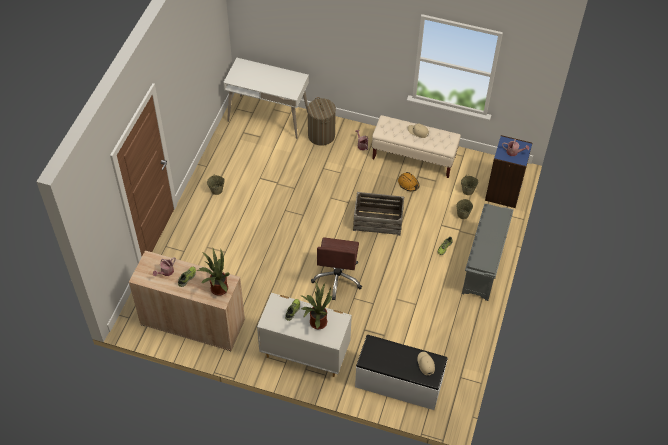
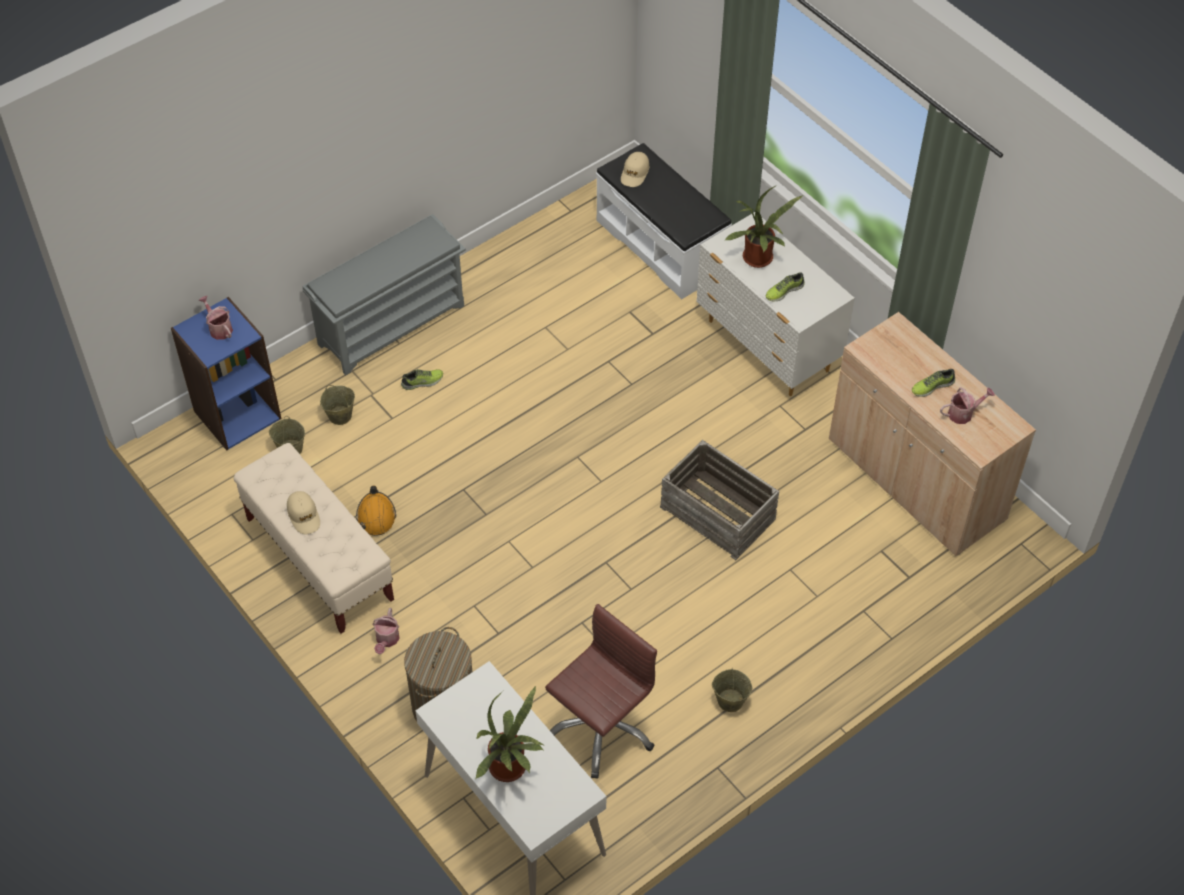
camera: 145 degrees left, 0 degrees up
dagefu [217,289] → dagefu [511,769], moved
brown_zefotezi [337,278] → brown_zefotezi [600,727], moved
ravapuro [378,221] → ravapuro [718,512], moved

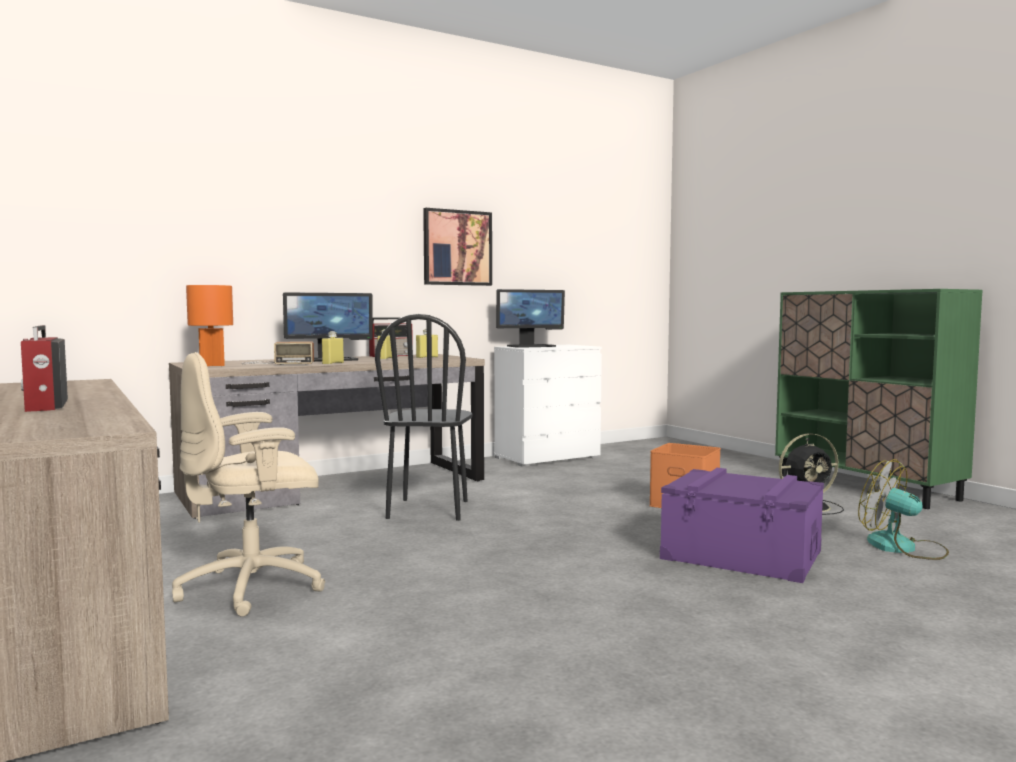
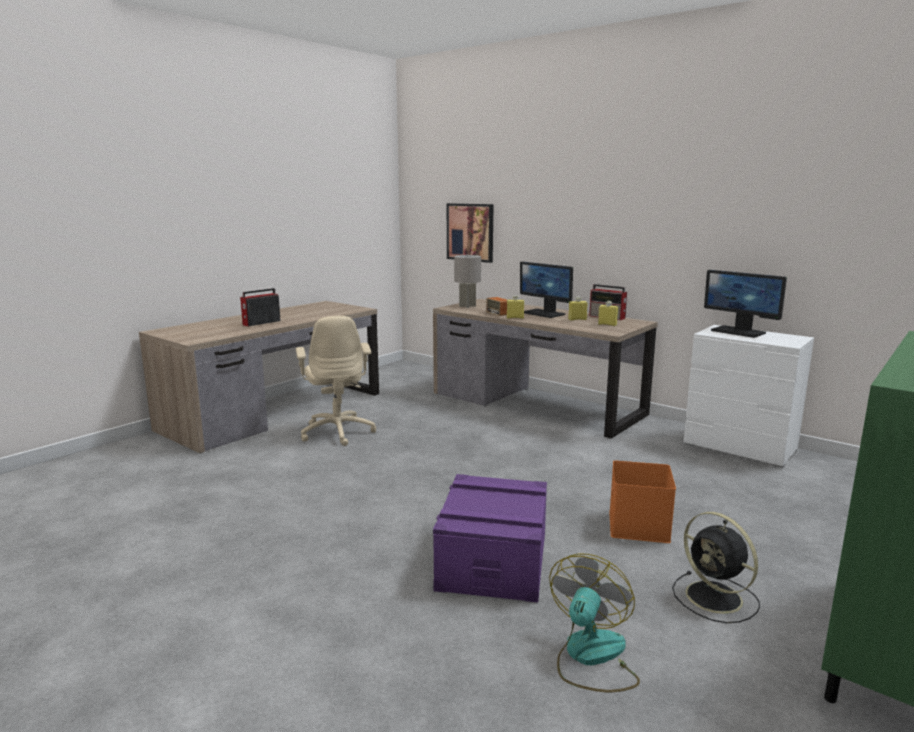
camera: 70 degrees right, 10 degrees up
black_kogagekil [429,509] → -
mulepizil [457,248] → mulepizil [470,232], moved
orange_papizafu [212,365] → grey_papizafu [467,306]
beige_zefotezi [254,588] → beige_zefotezi [338,432], 150 degrees counterclockwise

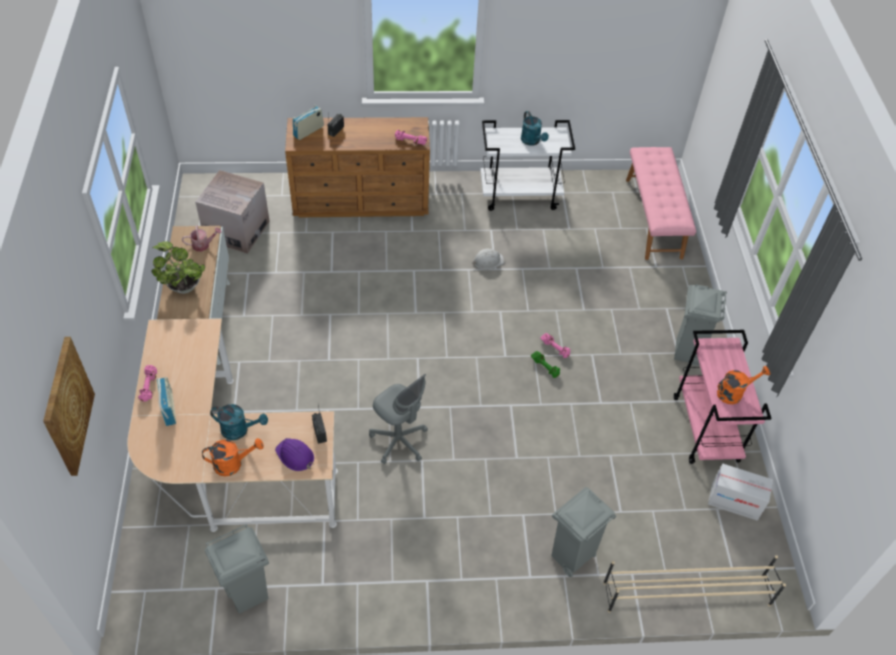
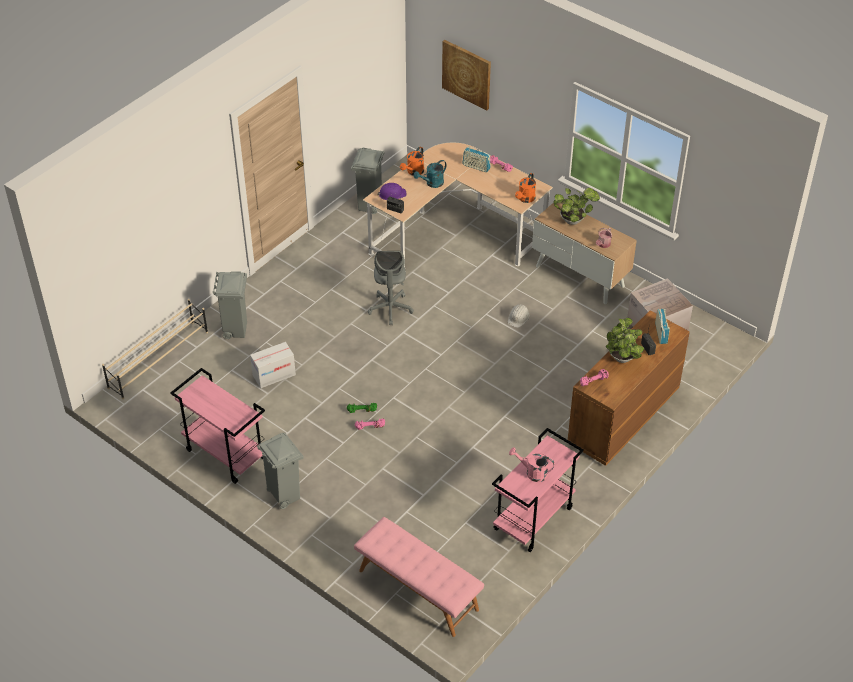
camera: 135 degrees right, 5 degrees down
- → dagefu [622,359]
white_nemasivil [488,261] → white_nemasivil [518,317], moved
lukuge [734,501] → lukuge [274,375], moved
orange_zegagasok [734,393] → orange_zegagasok [525,199], moved
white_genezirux [520,195] → pink_genezirux [533,519]
turquoise_zegagasok [532,141] → pink_zegagasok [532,473]
grey_zefotezi [399,441] → grey_zefotezi [390,309], 90 degrees counterclockwise

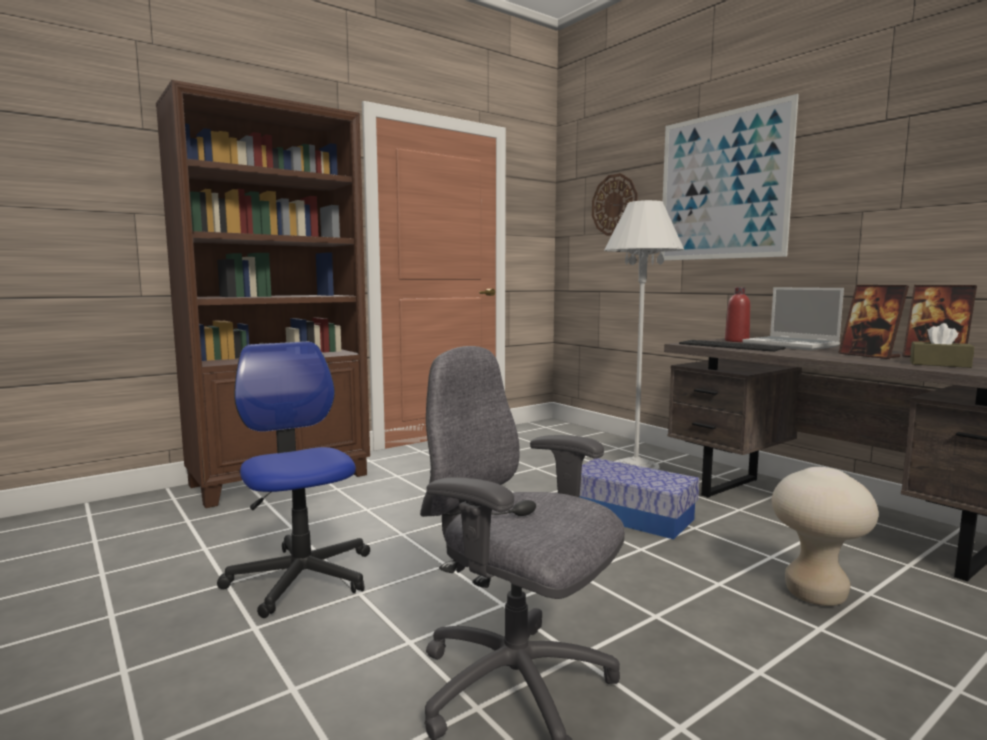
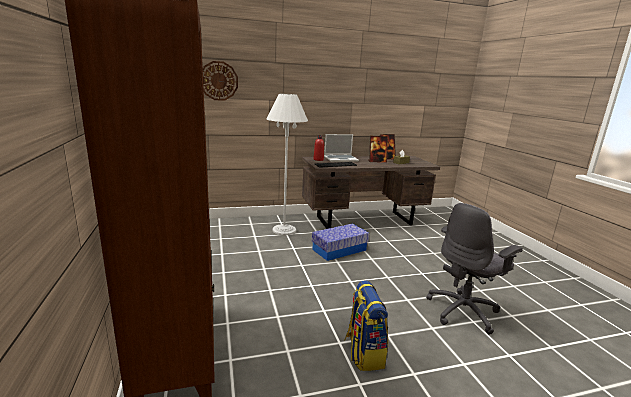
camera: 70 degrees left, 10 degrees up
mulepizil [722,186] → -
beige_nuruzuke [815,595] → -
zefotezi [301,577] → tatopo [363,352]

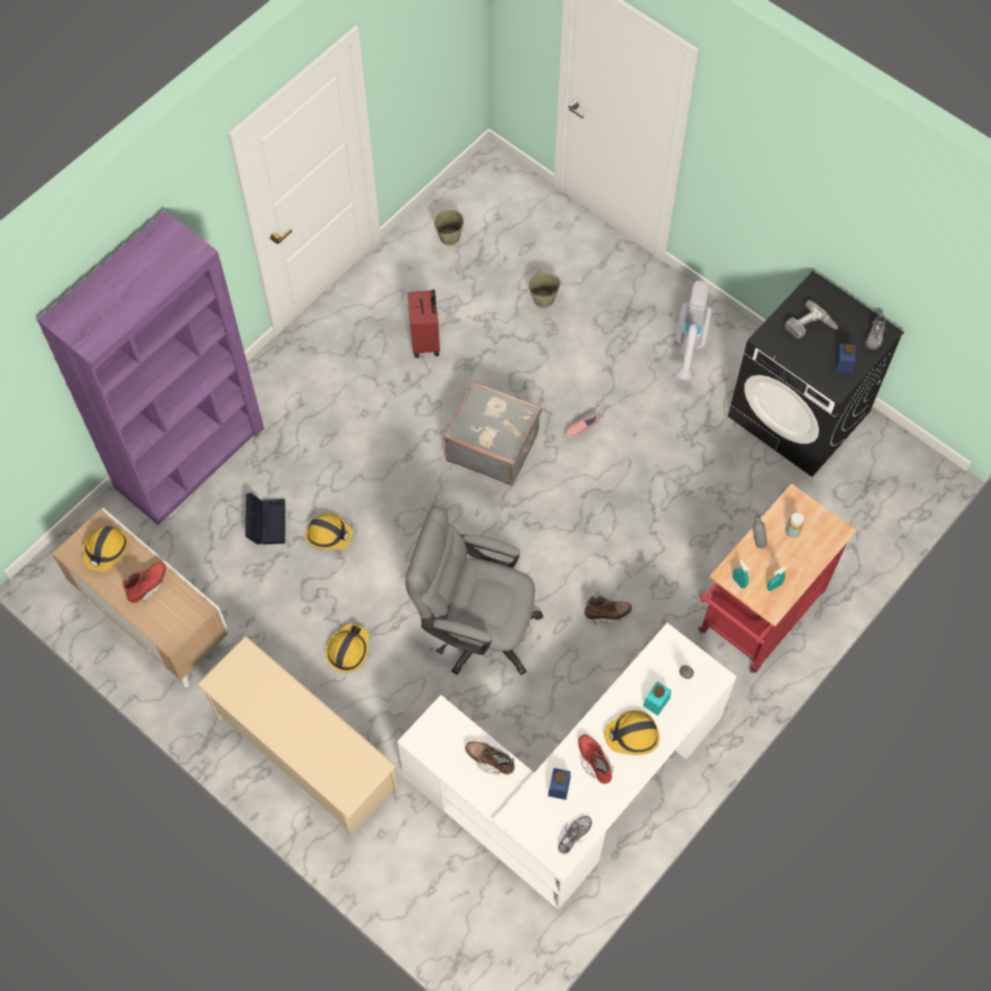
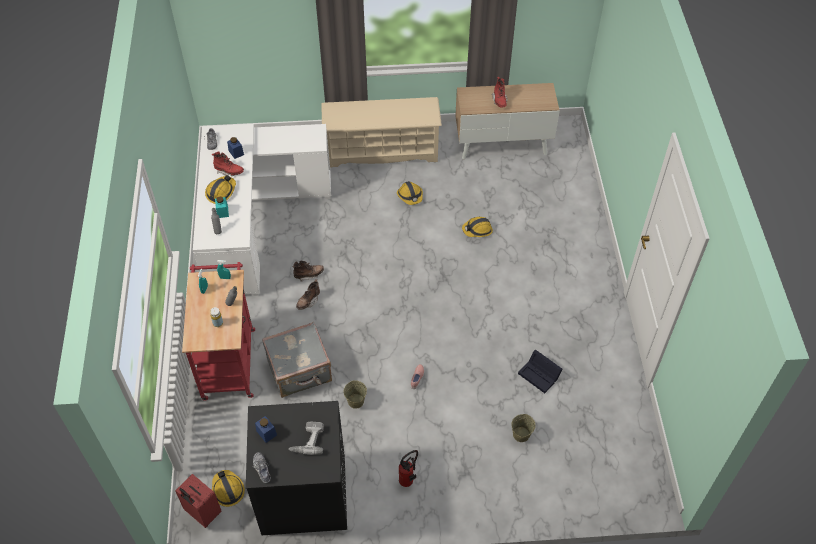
camera: 135 degrees right, 10 degrees down
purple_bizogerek [190,458] → -
grey_zefotezi [475,628] → -
nemasivil [106,550] → nemasivil [228,490], moved
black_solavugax [266,521] → black_solavugax [540,375], moved
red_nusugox [426,341] → red_nusugox [202,513], moved
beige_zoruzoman [450,236] → beige_zoruzoman [356,401], moved
grey_nusugox [492,445] → grey_nusugox [300,371], moved
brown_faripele [490,760] → brown_faripele [309,275], moved
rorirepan [690,346] → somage [408,481]

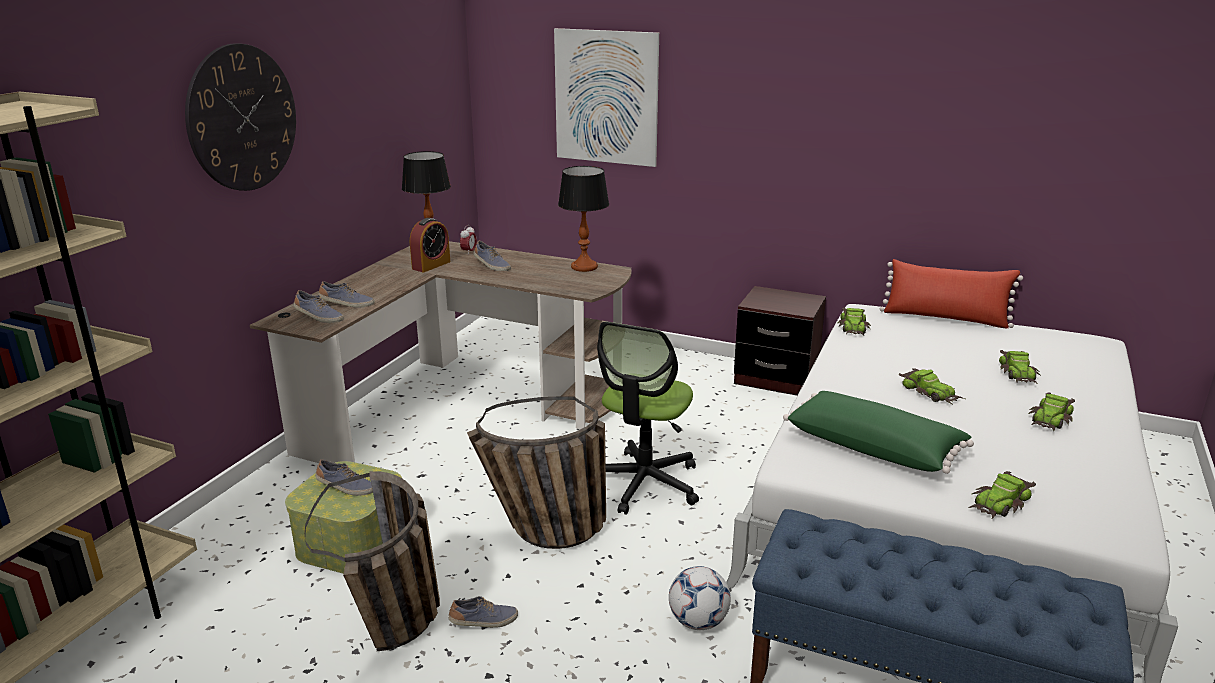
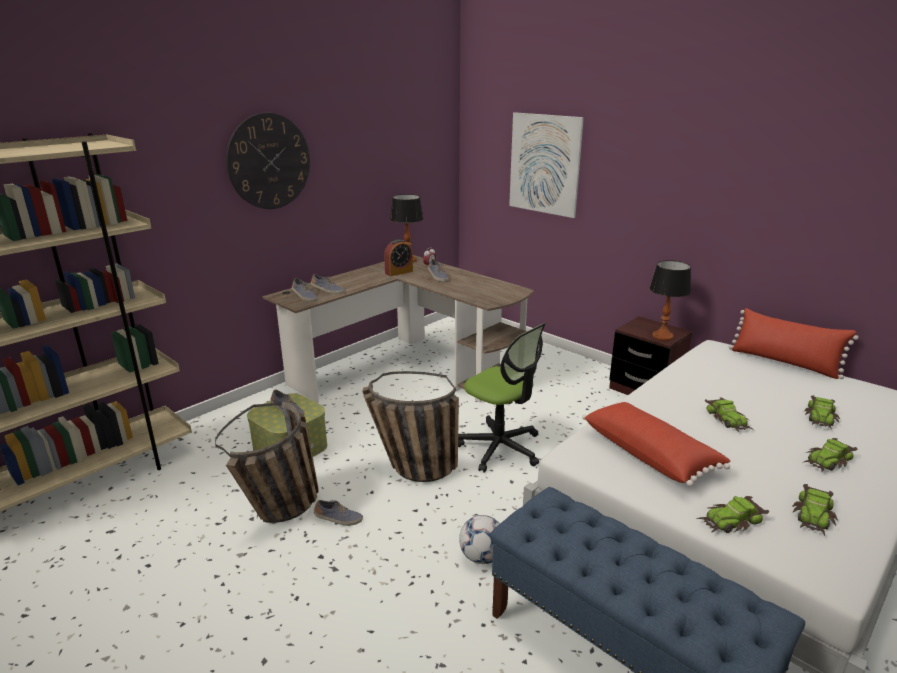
camera: 20 degrees right, 0 degrees up
papizafu [584,267] → papizafu [663,336], moved
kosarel [853,327] → kosarel [814,515], moved
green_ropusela [874,447] → red_ropusela [650,454]
zefotezi [643,483] → zefotezi [500,448], 90 degrees counterclockwise

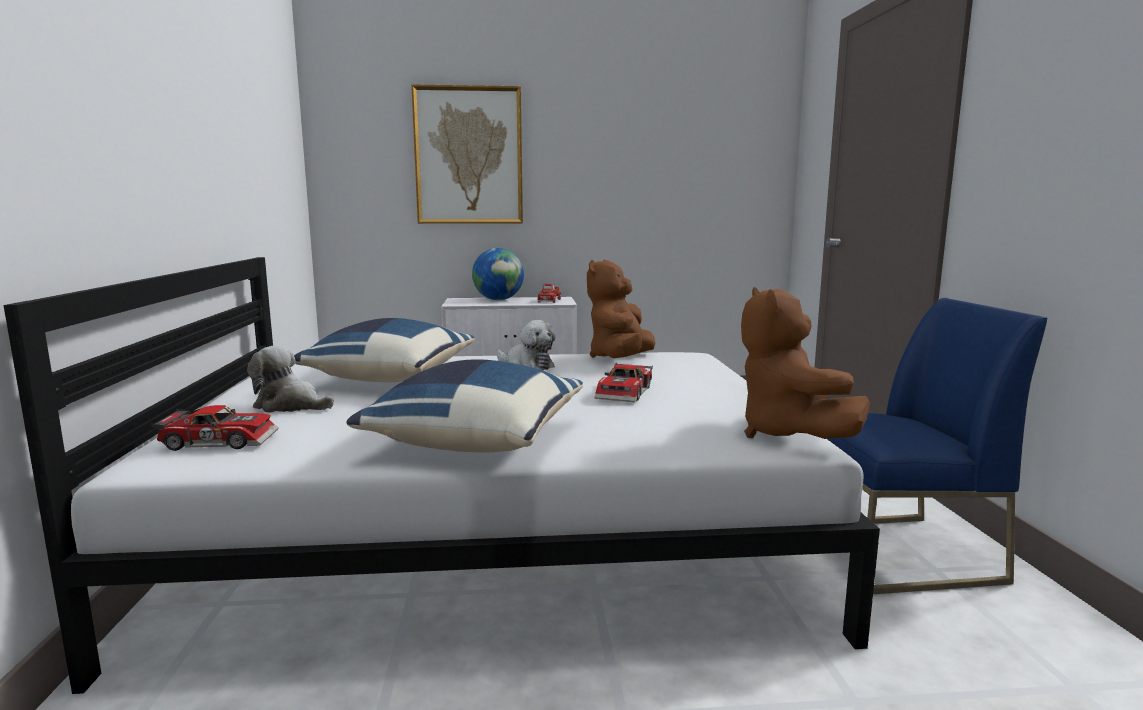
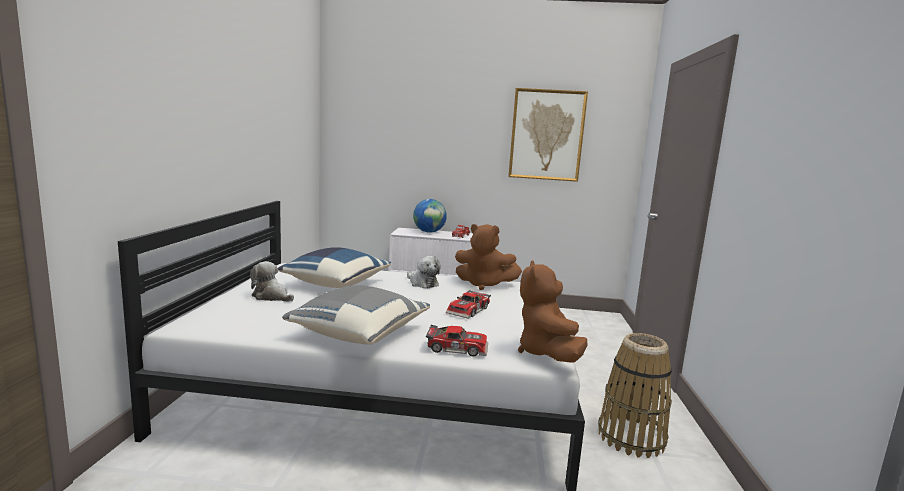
camera: 10 degrees right, 0 degrees up
kosarel [220,440] → kosarel [457,347], moved
mulepizil [468,156] → mulepizil [546,135], moved
blue_kogagekil [894,553] → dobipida [631,437]
blue_ropusela [475,441] → grey_ropusela [358,333]
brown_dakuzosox [620,359] → brown_dakuzosox [484,284], 105 degrees counterclockwise

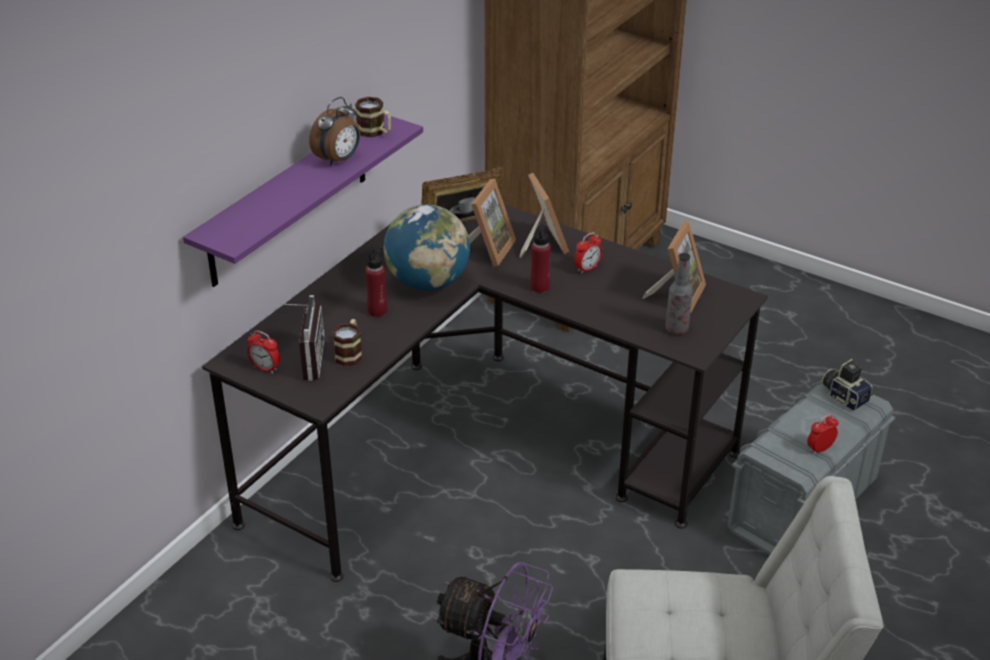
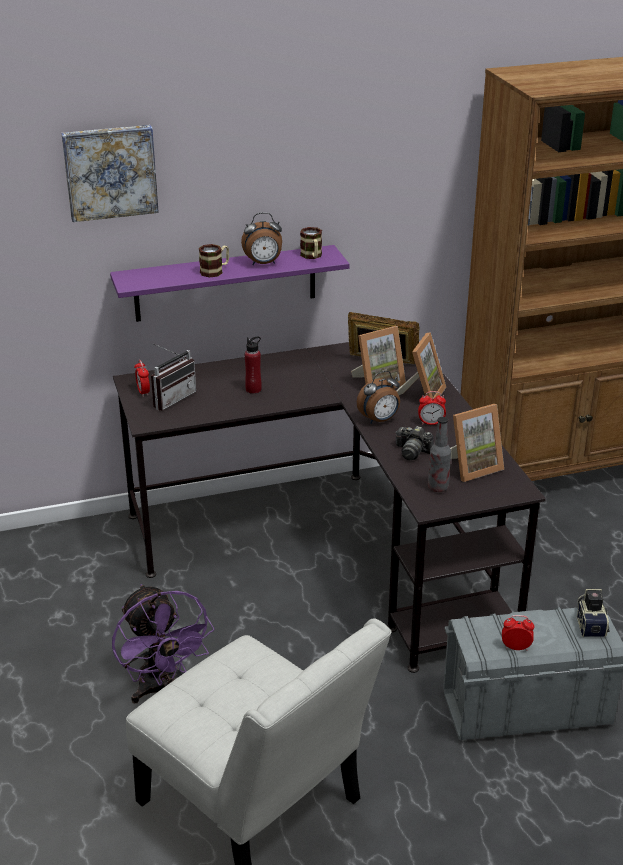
camera: 40 degrees right, 5 degrees down
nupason [428,283] → -
- → mulepizil [110,172]
- → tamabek [412,452]
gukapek [350,353] → gukapek [215,271], moved
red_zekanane [539,287] → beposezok [379,420]

